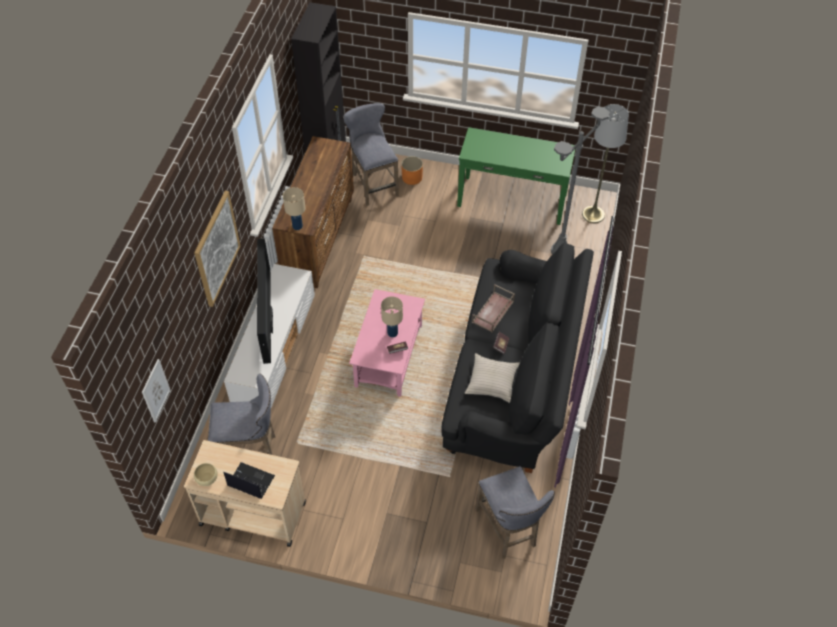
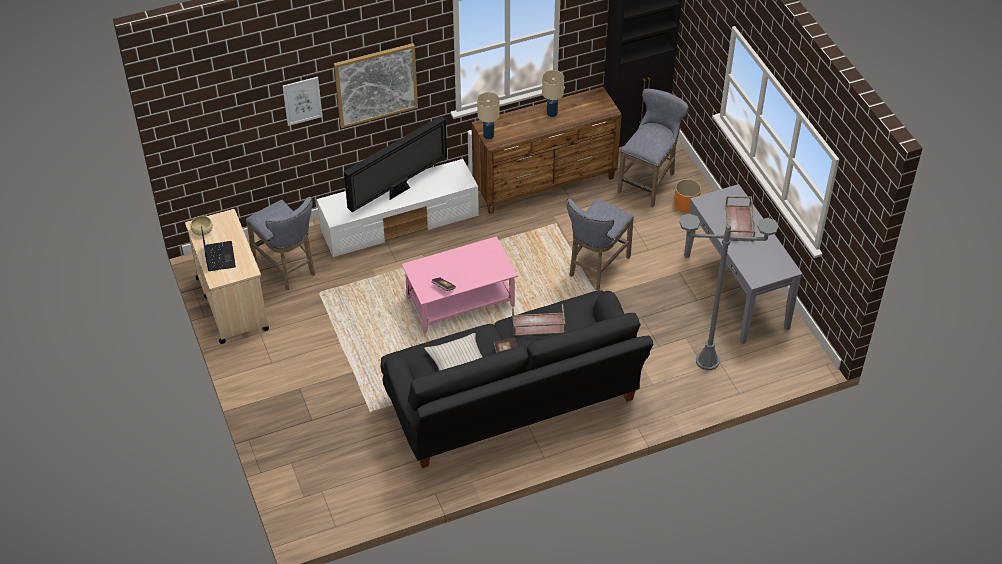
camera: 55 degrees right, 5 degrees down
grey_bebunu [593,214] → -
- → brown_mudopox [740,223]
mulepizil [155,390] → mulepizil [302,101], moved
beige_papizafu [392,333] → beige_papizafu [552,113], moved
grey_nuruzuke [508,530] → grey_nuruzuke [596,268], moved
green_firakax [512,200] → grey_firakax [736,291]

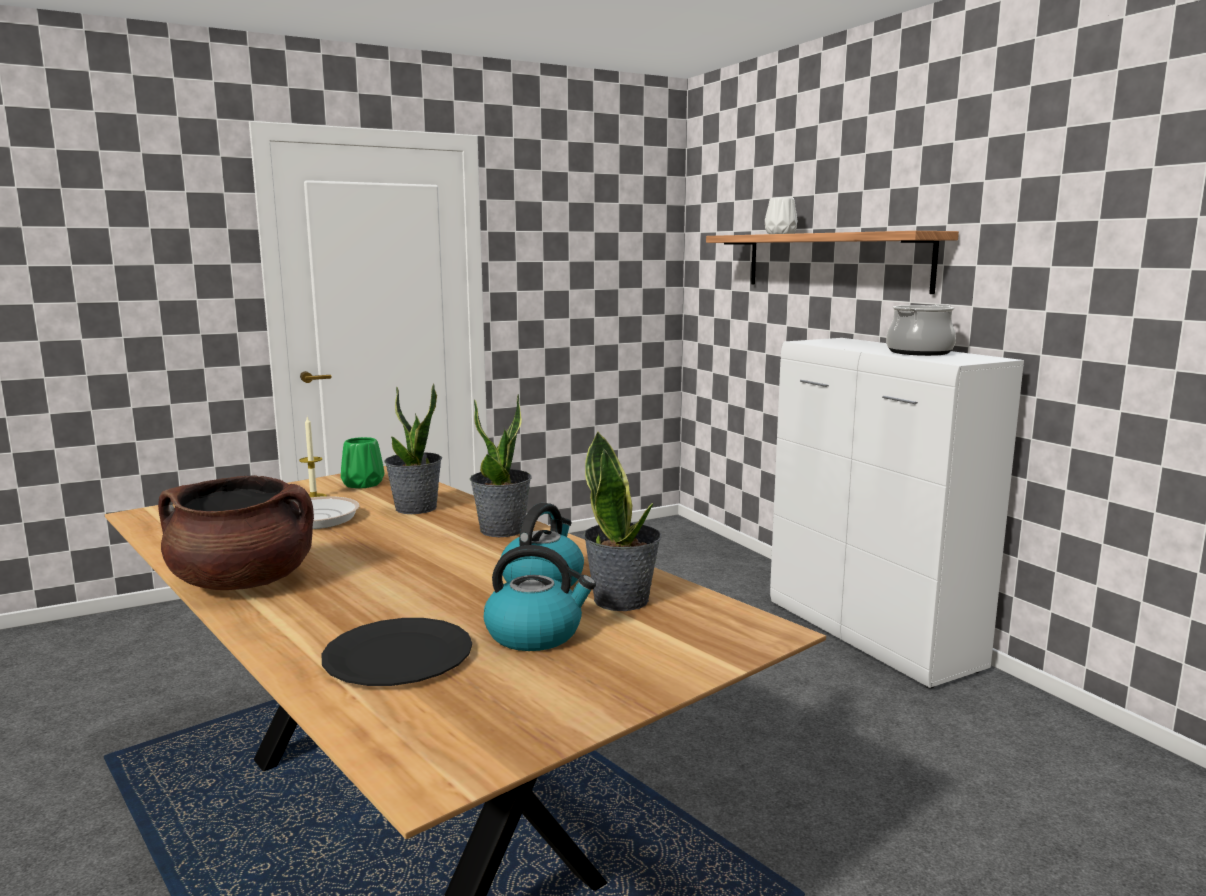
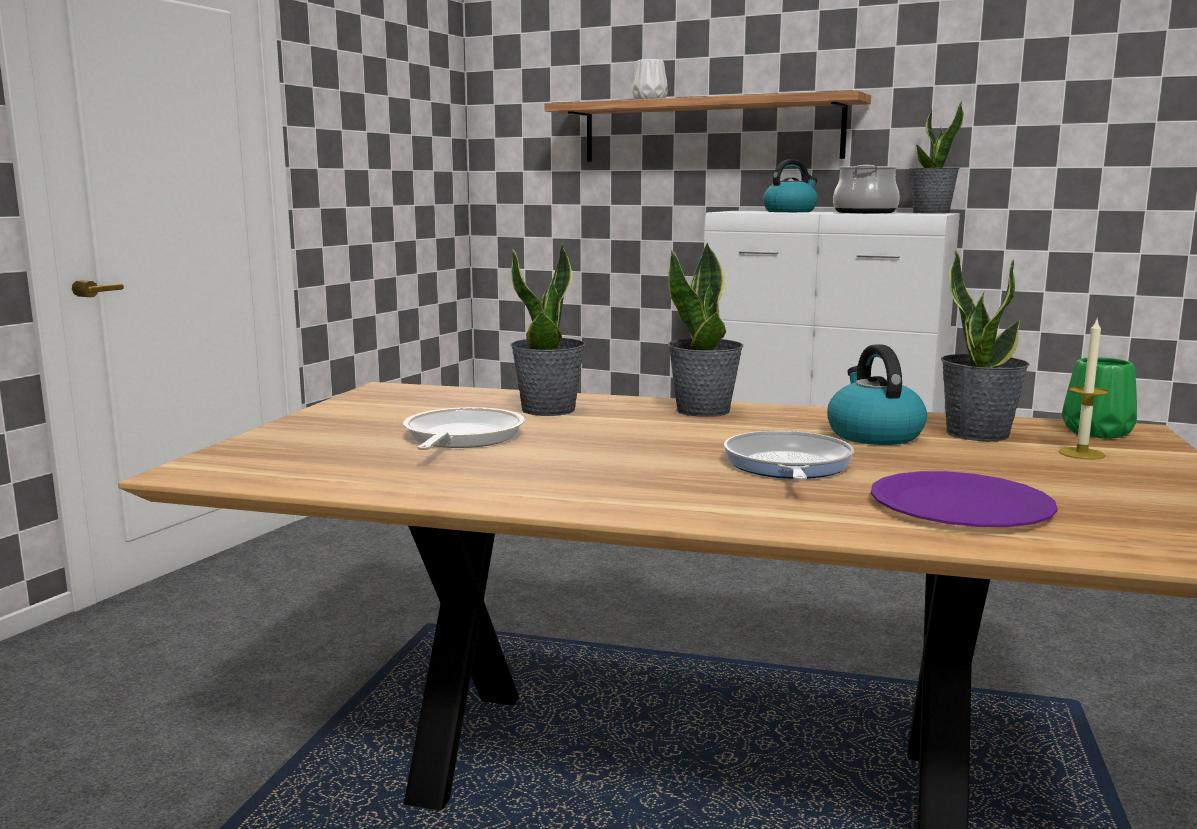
camera: 35 degrees left, 0 degrees up
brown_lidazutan [243,582] → -
- → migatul [786,466]
- → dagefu [931,213]
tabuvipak [313,497] → tabuvipak [1081,454], moved
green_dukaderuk [363,484] → green_dukaderuk [1099,432], moved
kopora [535,634] → kopora [790,211], moved
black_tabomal [397,656] → purple_tabomal [960,505]

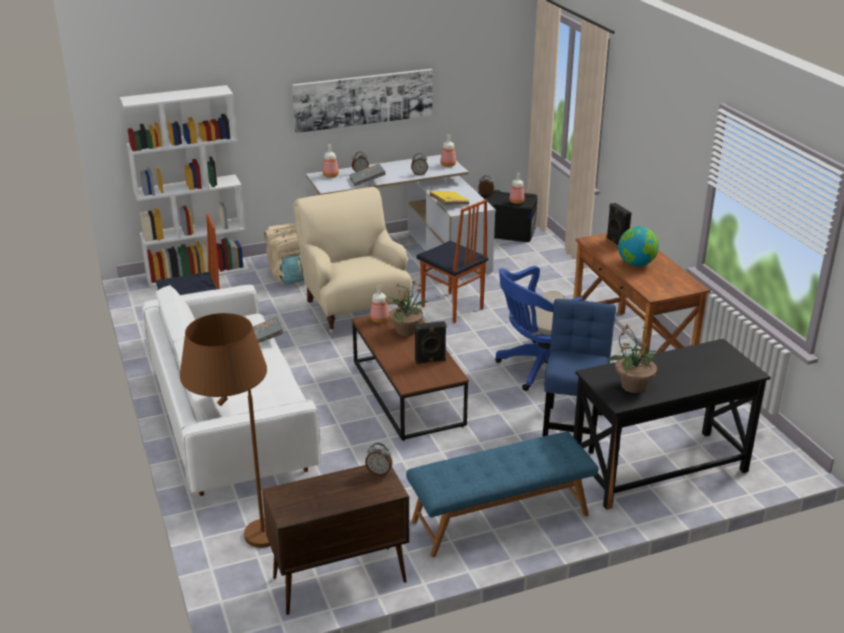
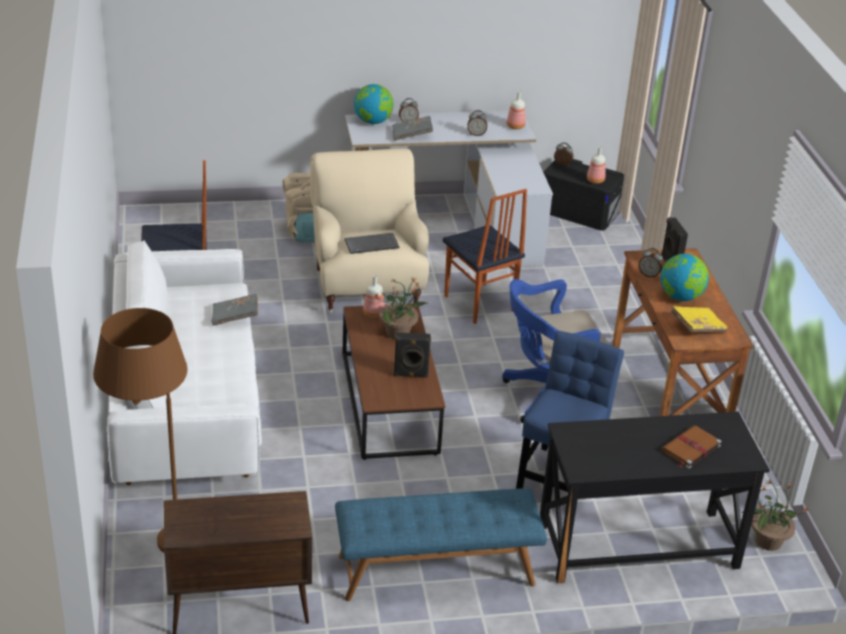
camera: 10 degrees right, 5 degrees up
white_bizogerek [198,272] → -
mulepizil [363,99] → -
- → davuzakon [372,244]
- → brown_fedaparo [690,449]
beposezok [379,472] → beposezok [649,275], moved
yellow_fedaparo [449,204] → yellow_fedaparo [697,327], moved
dagefu [632,386] → dagefu [767,541], moved
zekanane [331,175] → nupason [373,122]

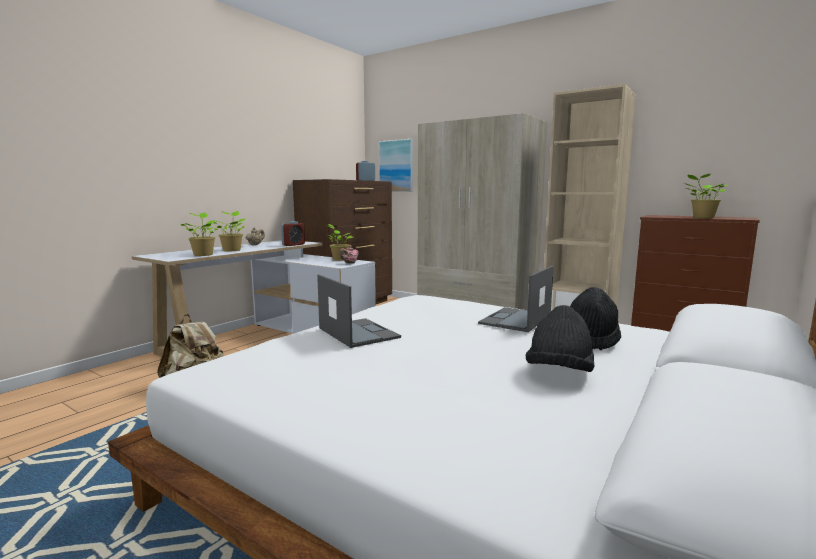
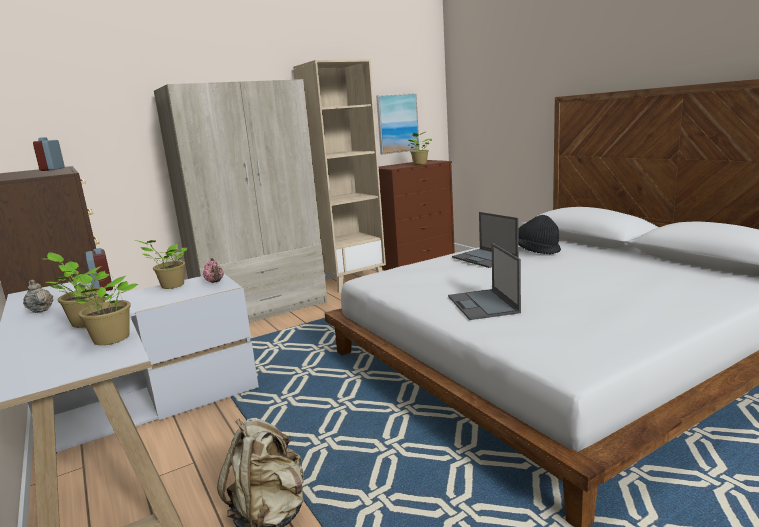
camera: 65 degrees left, 5 degrees up
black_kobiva [559,373] → -
mulepizil [396,166] → mulepizil [397,123], moved
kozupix [357,332] → kozupix [483,305], 90 degrees counterclockwise

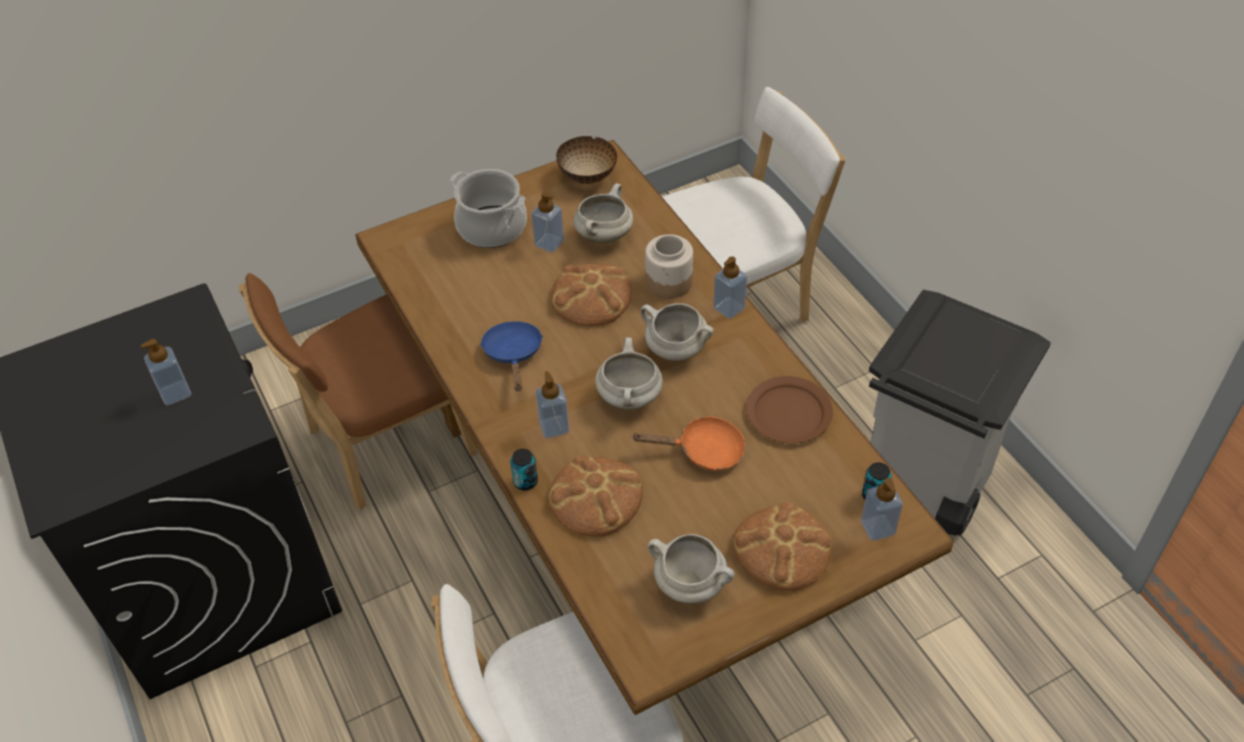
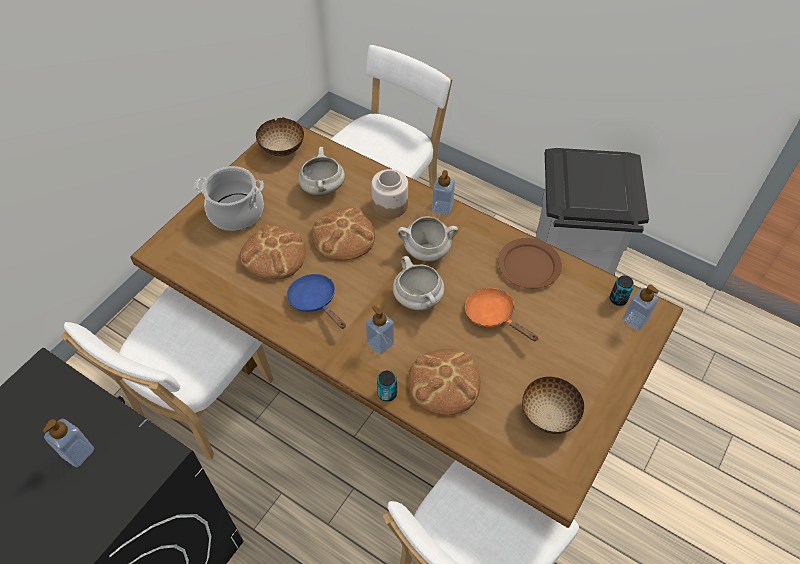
camera: 30 degrees left, 5 degrees up
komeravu [549,243] → -
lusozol [782,549] → lusozol [273,255], moved
white_lidazutan [691,584] → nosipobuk [548,415]
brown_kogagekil [384,445] → white_kogagekil [200,403]
orange_migatul [704,451] → orange_migatul [493,316], 105 degrees counterclockwise

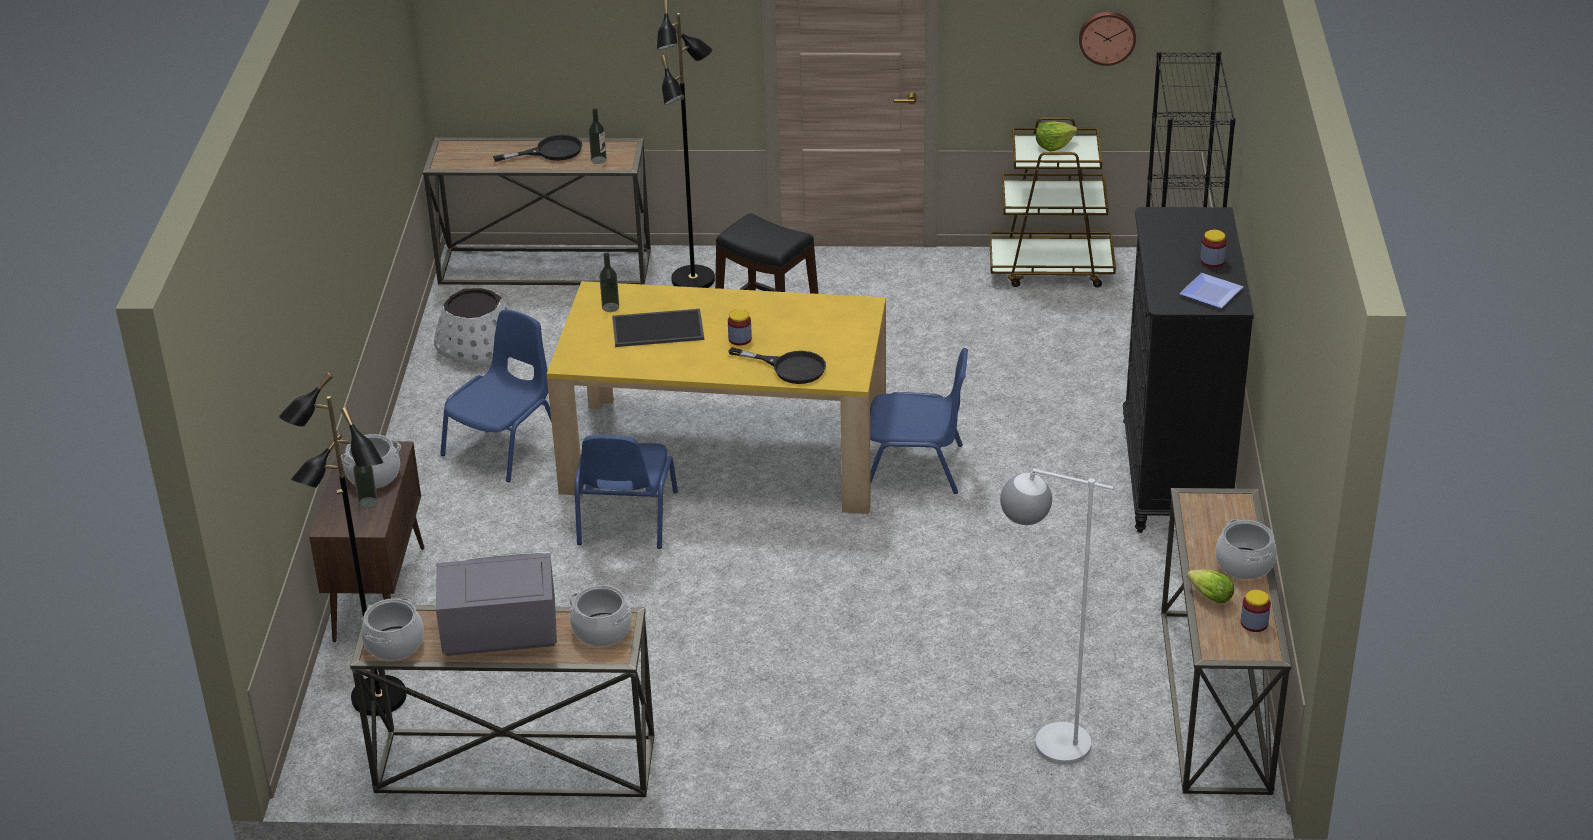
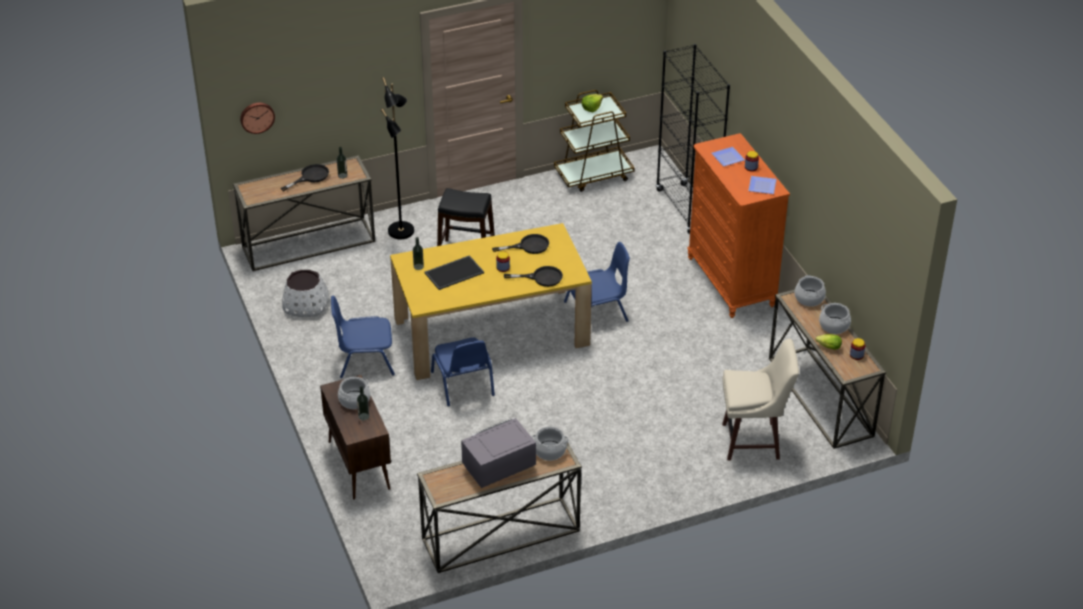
camera: 25 degrees left, 5 degrees up
black_bebunu [378,698] → -
- → black_migatul [528,246]
- → tabomal [728,157]
lidazutan [394,644] → lidazutan [809,298], moved
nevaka [1107,37] → nevaka [257,117], moved
white_bebunu [1043,740] → beige_nuruzuke [753,442]
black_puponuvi [1174,477] → orange_puponuvi [731,282]
blue_kogagekil [504,445] → blue_kogagekil [365,360], 105 degrees counterclockwise

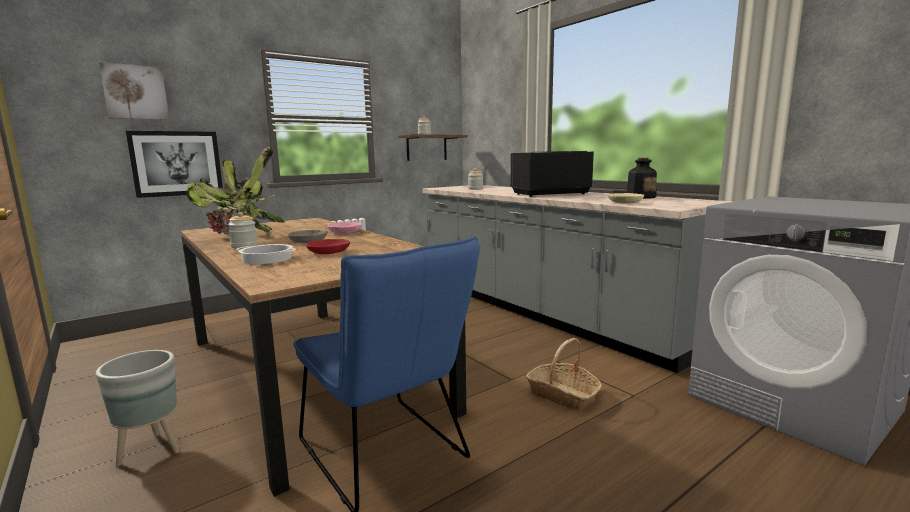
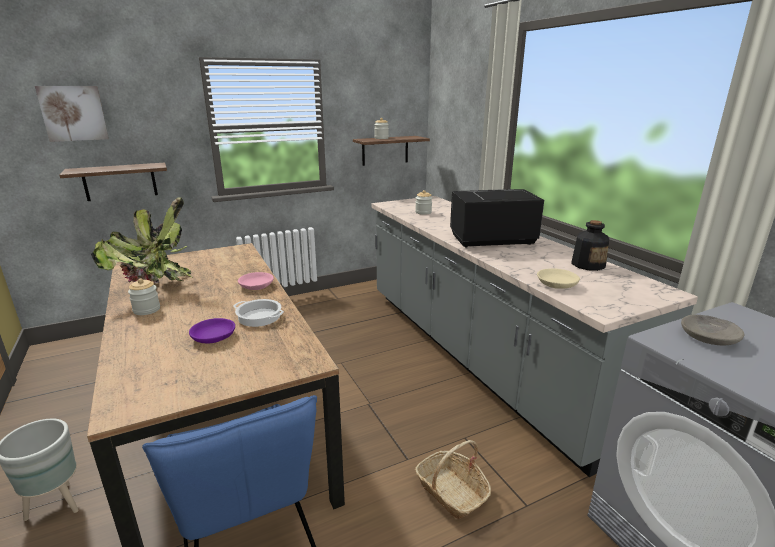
camera: 10 degrees right, 10 degrees up
lidazutan [267,259] → lidazutan [260,317], moved
grey_nosipobuk [309,241] → grey_nosipobuk [709,337], moved
mulepizil [177,163] → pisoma [120,181]
red_nosipobuk [329,252] → purple_nosipobuk [214,337]

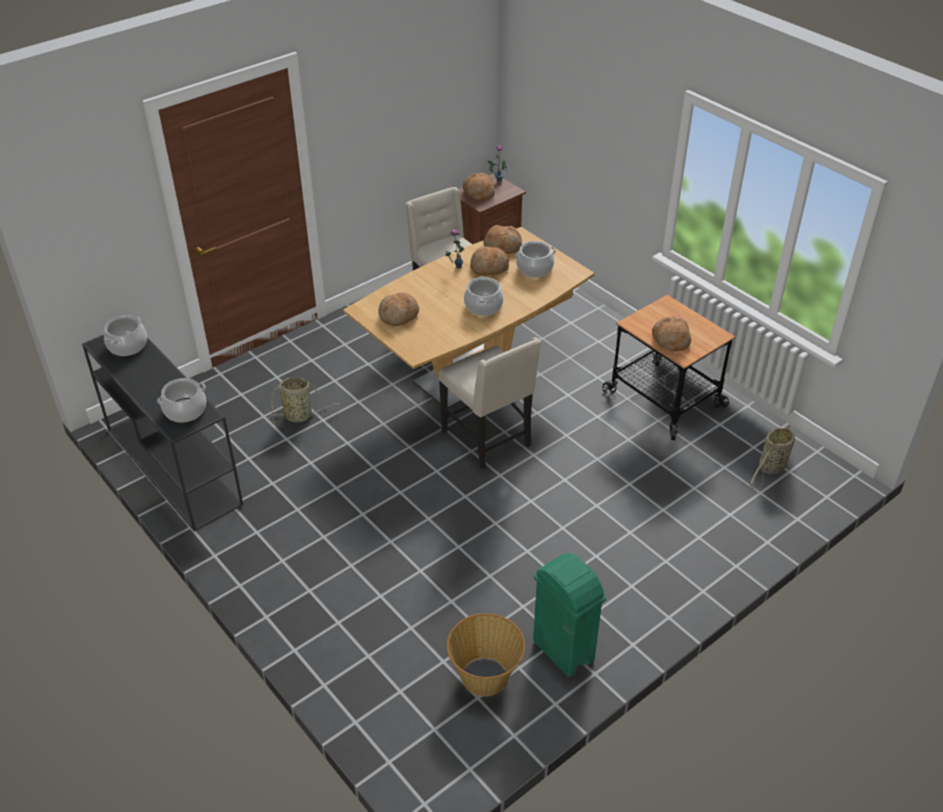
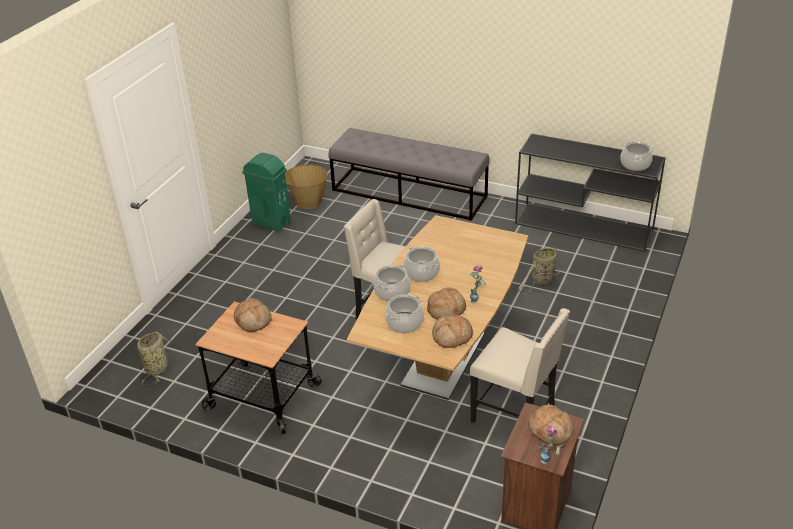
camera: 155 degrees right, 5 degrees down
lusozol [399,315] → -
- → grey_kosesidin [409,193]
lidazutan [185,410] → lidazutan [392,292], moved

